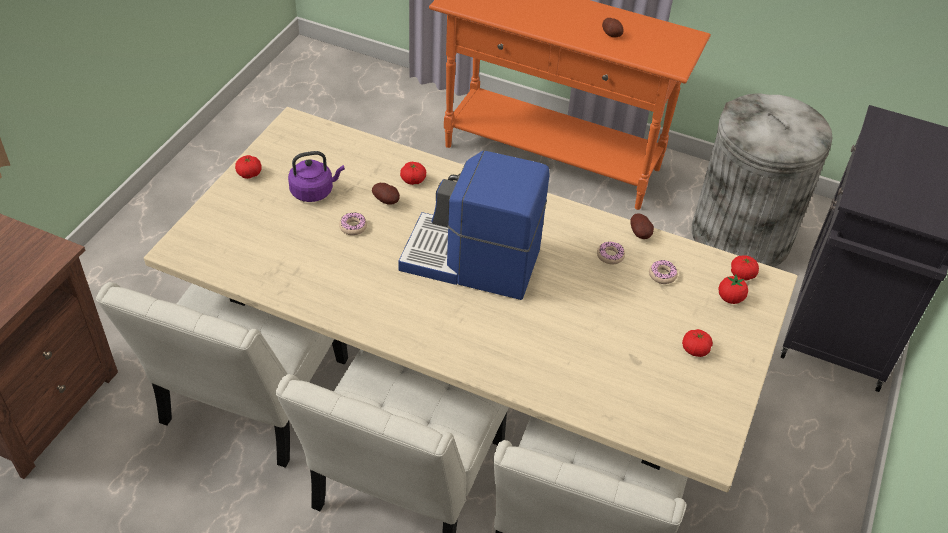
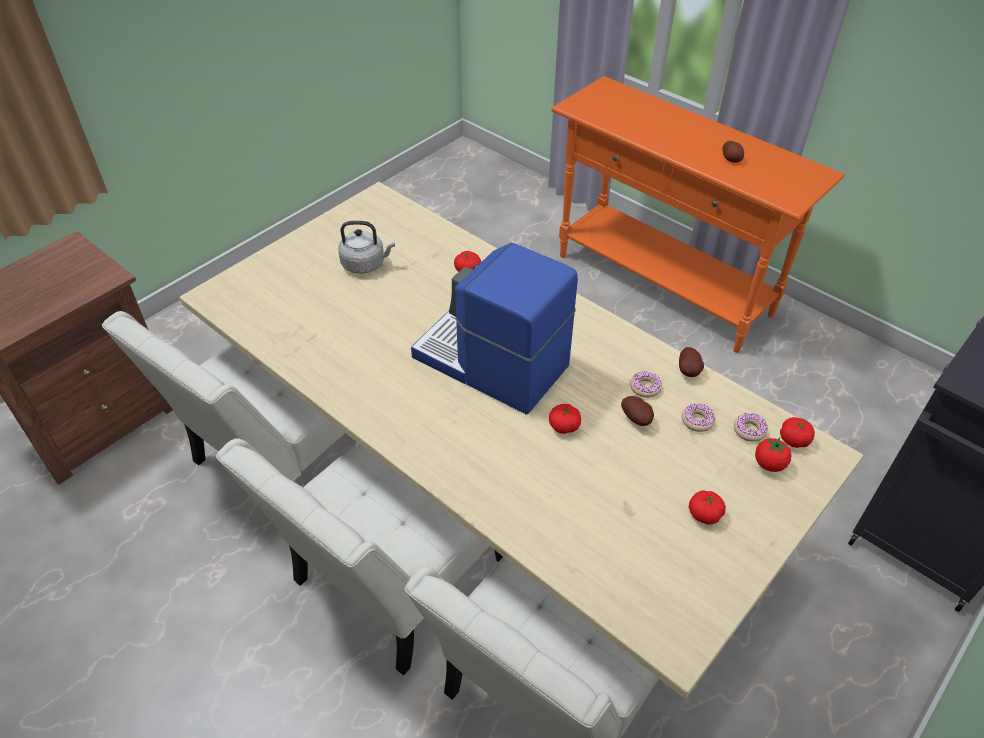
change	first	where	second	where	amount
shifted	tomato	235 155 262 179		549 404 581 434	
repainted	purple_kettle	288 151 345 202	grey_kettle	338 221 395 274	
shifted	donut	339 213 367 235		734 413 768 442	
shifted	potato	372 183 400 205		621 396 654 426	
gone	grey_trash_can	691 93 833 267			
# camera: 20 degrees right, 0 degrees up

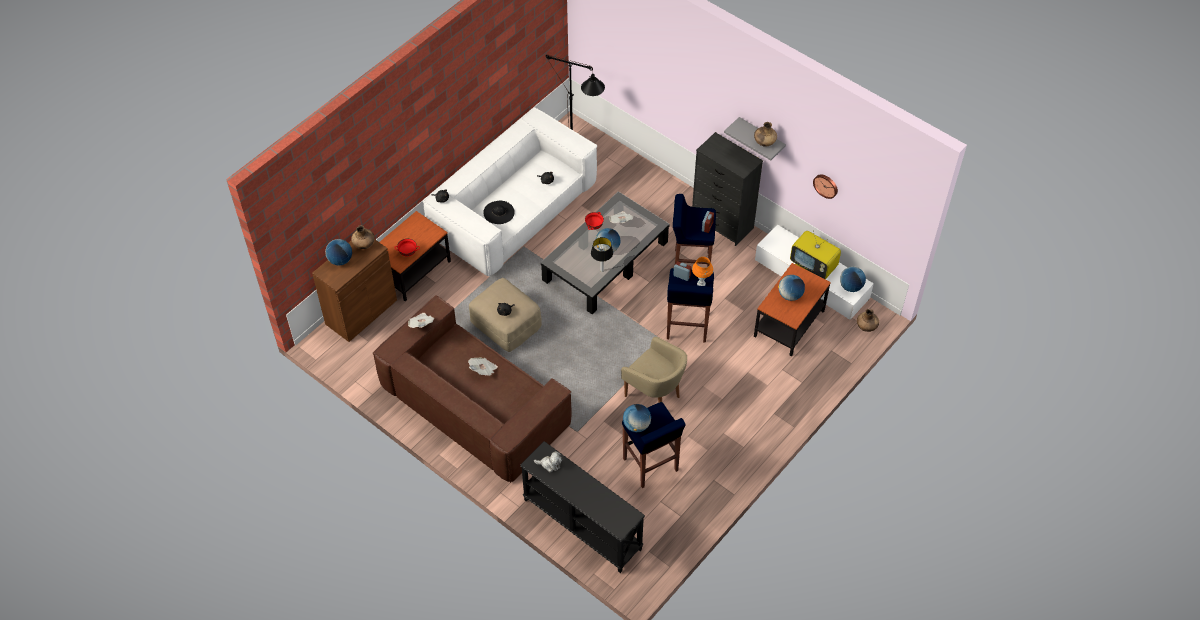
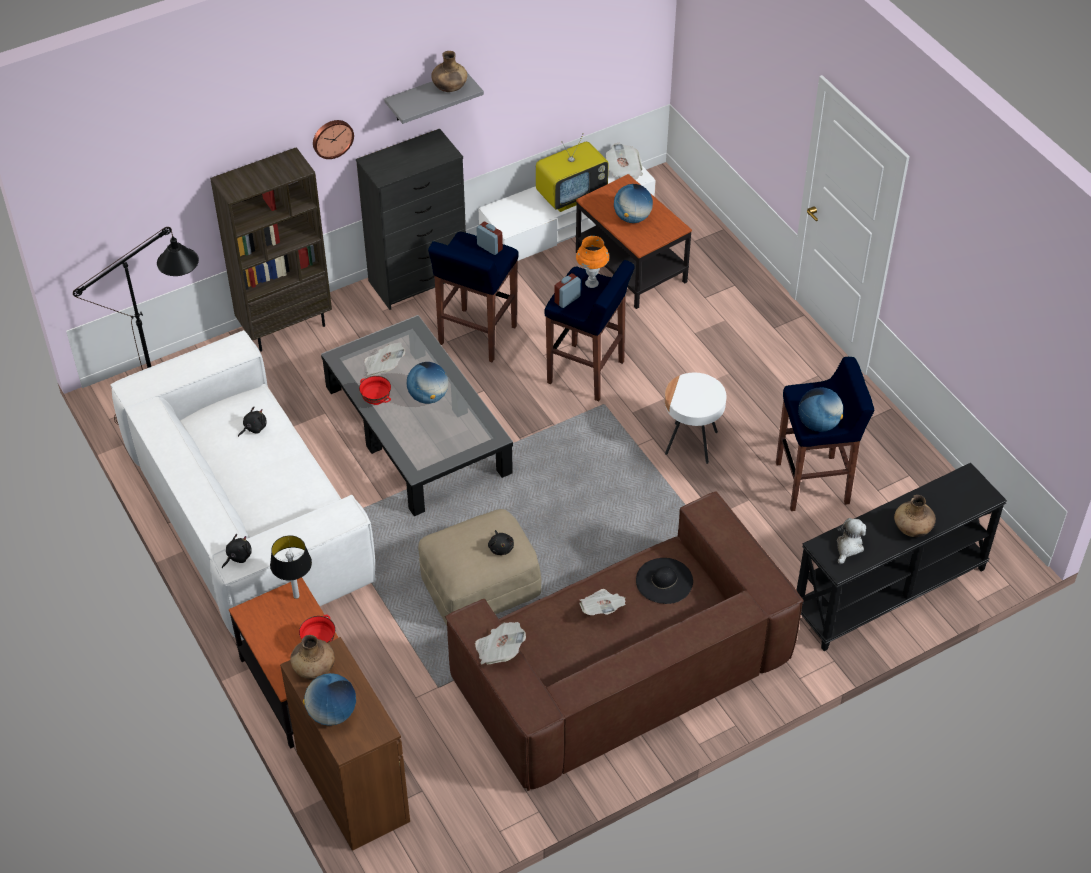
change	first	where	second	where	amount
shifted	black_hat	483 201 515 224		636 558 693 604	
shifted	table_lamp	591 237 613 272		270 535 312 599	
swapped	beige_armchair	621 337 687 403	white_side_table	665 373 727 464	
shifted	wall_clock	813 174 838 199		313 120 354 159	
swapped	globe	840 267 866 292	newspaper	606 143 643 180	
shifted	brown_vase	857 309 879 332		894 495 936 537	
new			brown_bookcase	210 147 332 352	
# camera: 70 degrees left, 5 degrees down

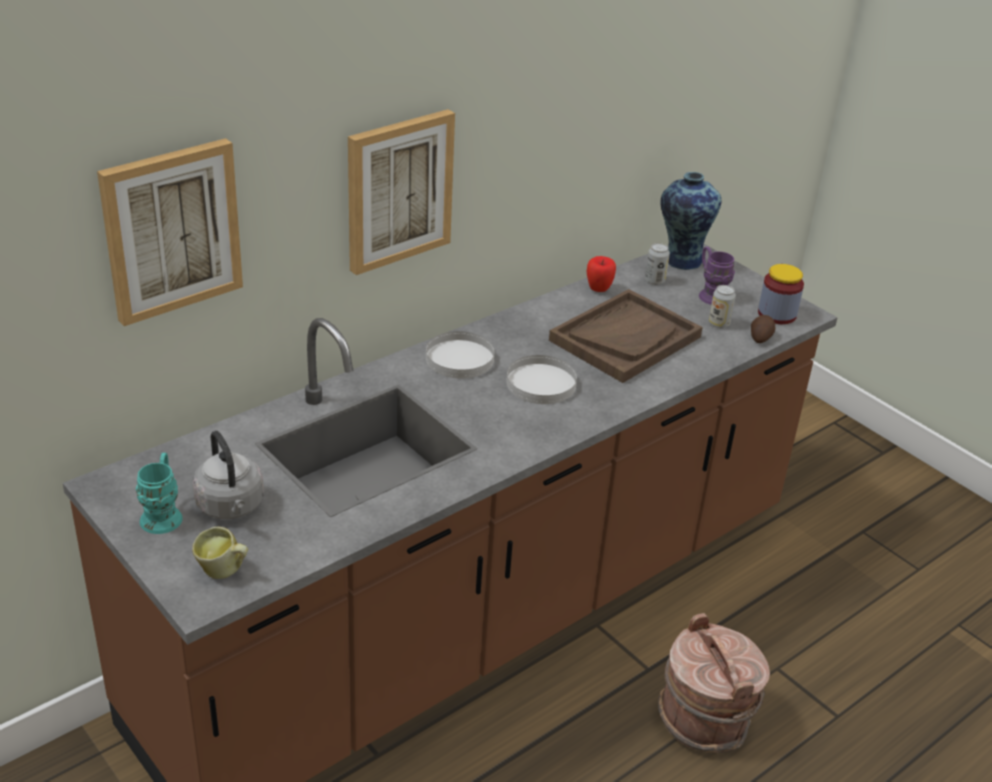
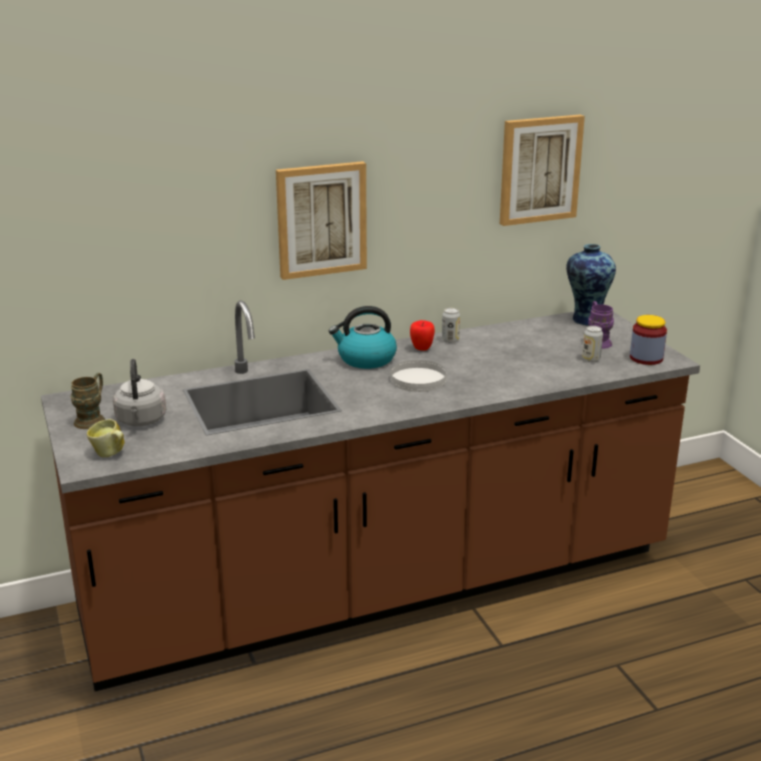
change	first	where	second	where	amount
shifted	picture	97 138 243 326		500 115 585 226	
repainted	turquoise_mug	136 453 183 534	brown_mug	70 373 105 429	
swapped	white_plate	426 331 494 379	kettle	329 306 397 369	
gone	brown_tray	549 289 703 383			
shifted	apple	587 256 616 292		410 320 435 351	
shifted	can	645 243 670 285		442 308 460 343	
gone	brown_bucket	658 613 770 753			
gone	potato	751 315 775 343			
# camera: 20 degrees right, 10 degrees down

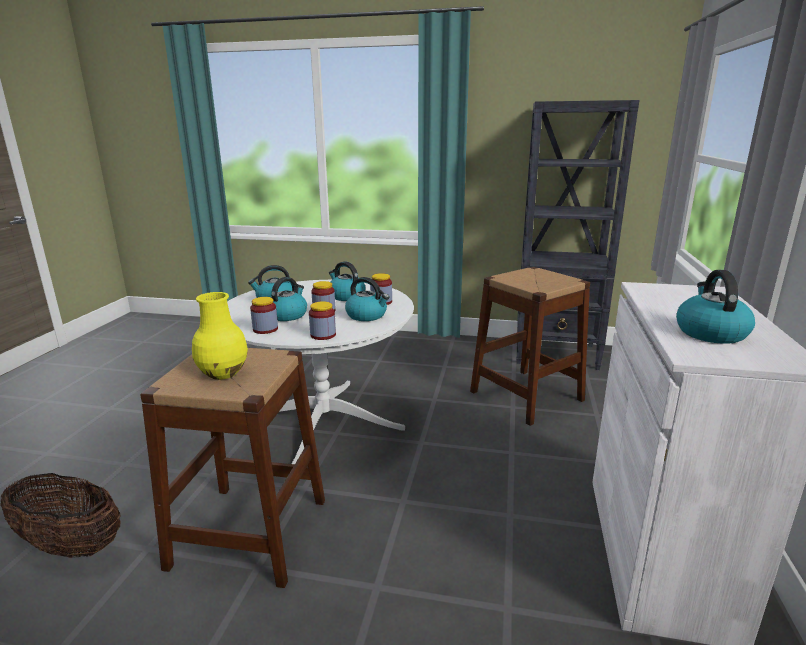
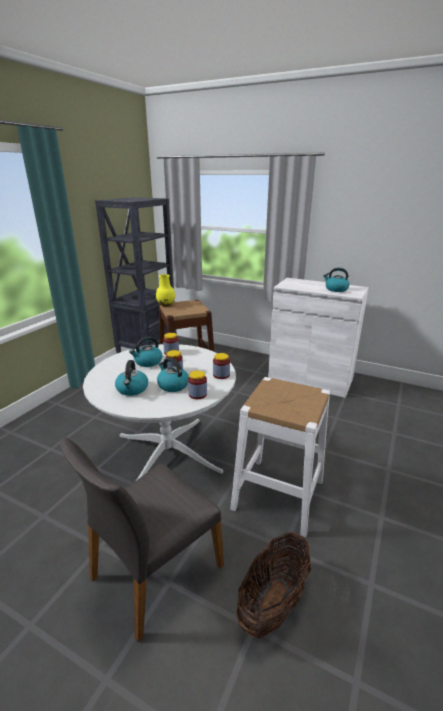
change	first	where	second	where	amount
repainted	brown_stool	140 348 325 588	white_stool	230 377 330 537	
shifted	yellow_vase	192 292 248 380		156 274 175 306	
gone	kettle	345 277 390 321			
new			grey_chair	61 437 224 642	
# camera: 75 degrees left, 5 degrees up

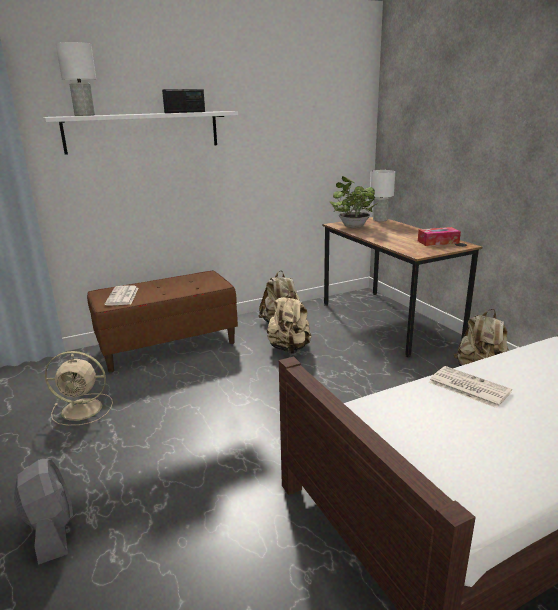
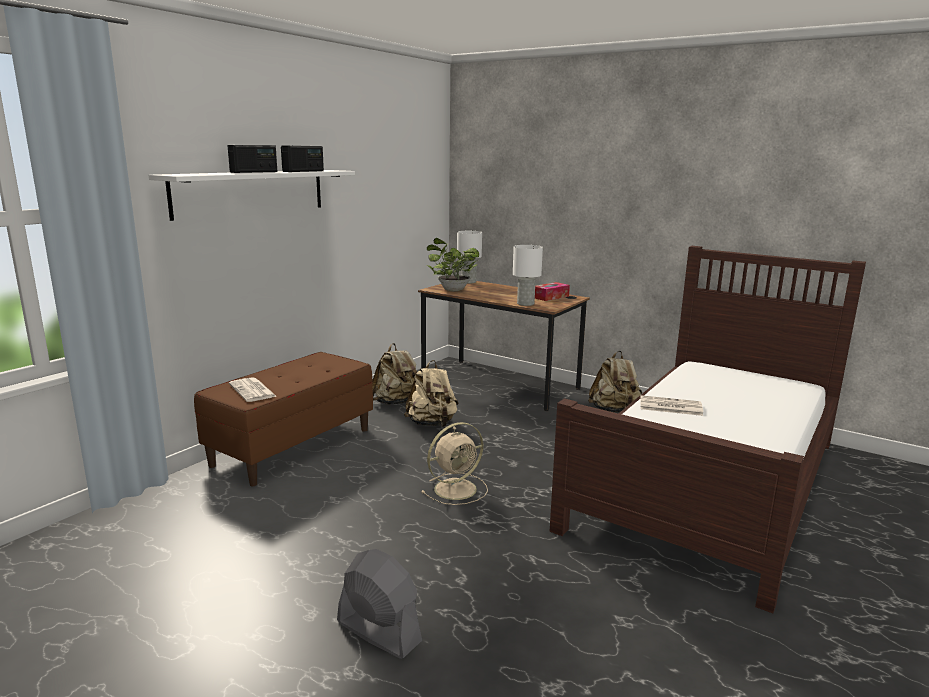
change	first	where	second	where	amount
shifted	beige_fan	45 351 113 426		421 422 488 505	
shifted	white_table_lamp	56 42 96 116		513 245 543 306	
new			radio	227 145 277 173	
# camera: 30 degrees left, 5 degrees down

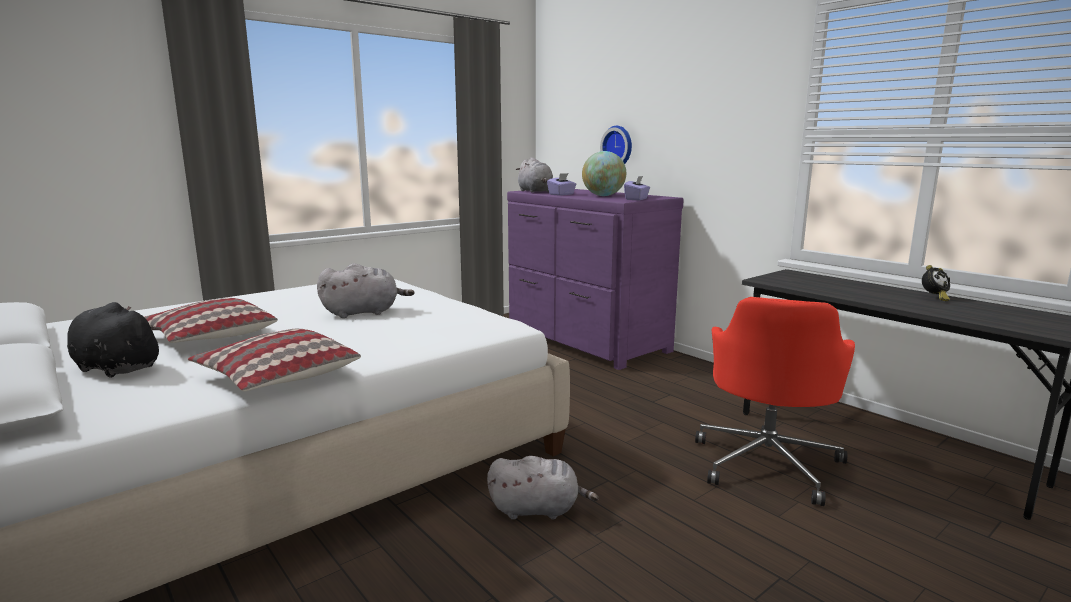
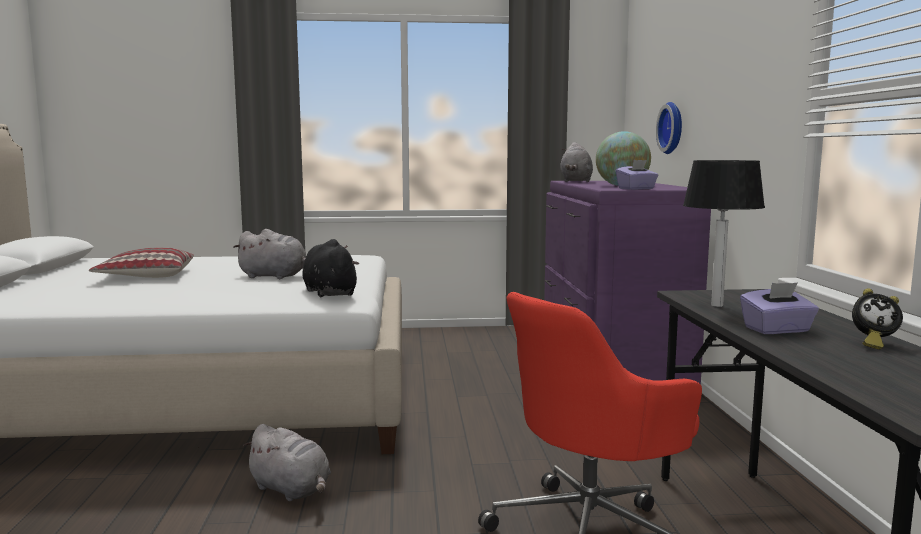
change	first	where	second	where	amount
shifted	black_plush_toy	67 302 162 378		302 239 359 297	
gone	pillow	188 329 361 391			
shifted	purple_tissue_box	547 173 576 196		740 282 819 334	
new			table_lamp	683 160 765 307	
# camera: 35 degrees right, 5 degrees down

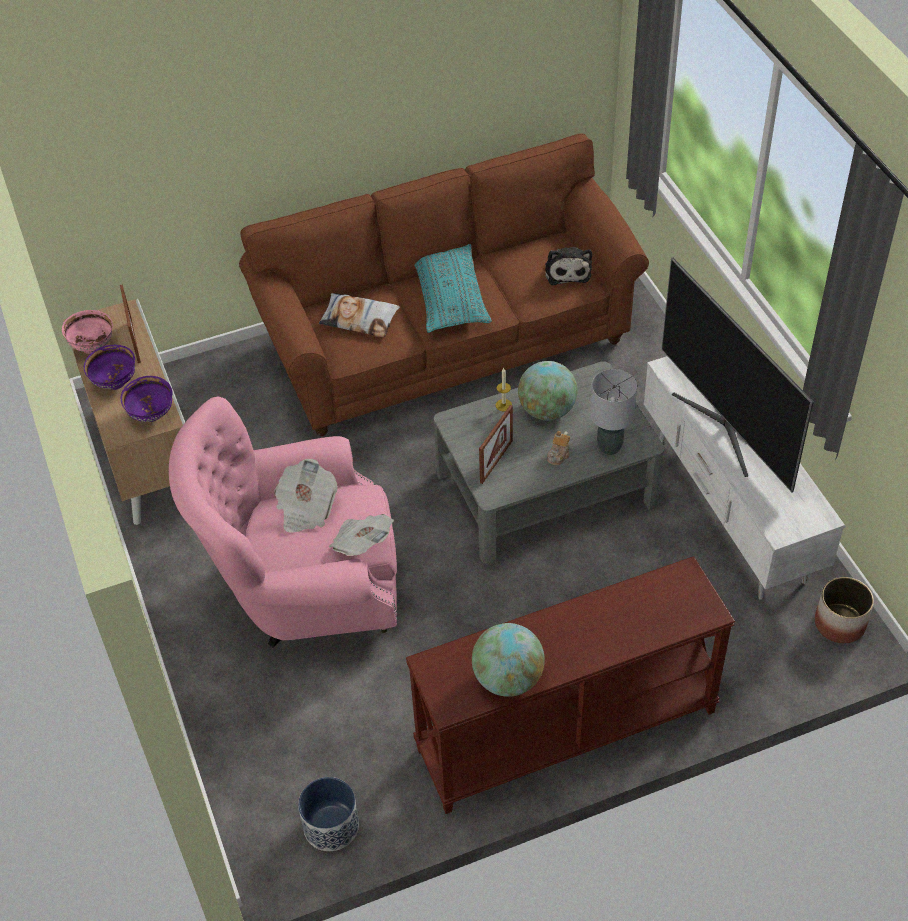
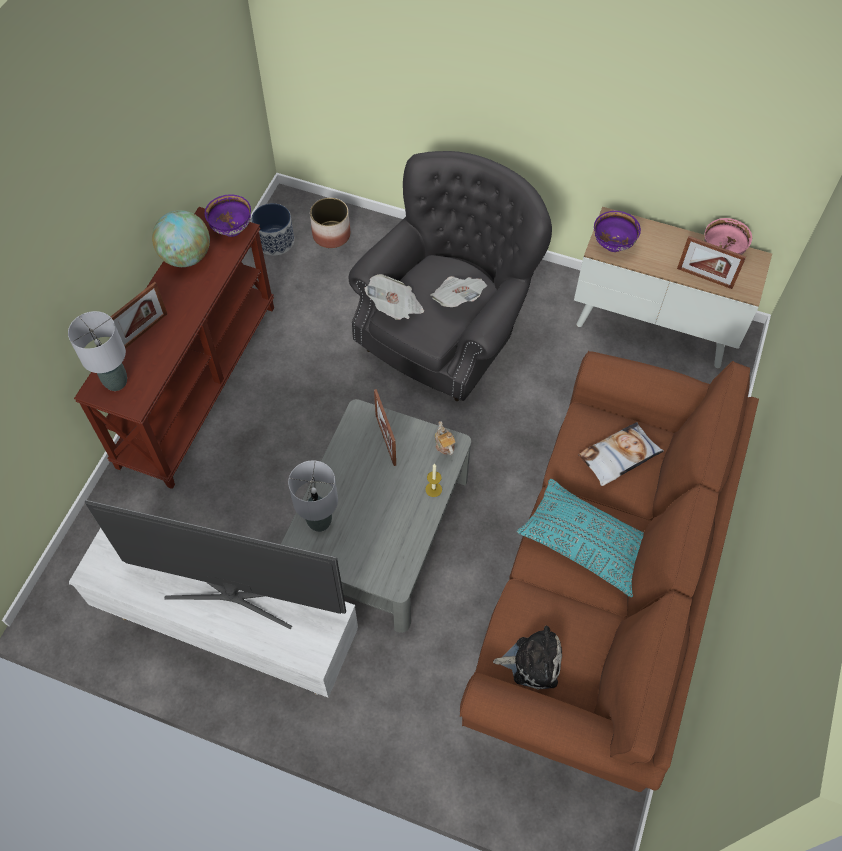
change	first	where	second	where	amount
shifted	purple_bowl	84 345 135 390		205 194 251 237	
repainted	pink_armchair	169 396 398 648	grey_armchair	348 151 552 401	
gone	globe	518 361 577 420			
rotated	plush_toy	545 247 592 285		493 626 562 689	150 degrees clockwise
shifted	teapot	547 431 570 465		435 421 456 455	
shifted	planter	815 577 874 643		310 198 350 248	
new			grey_table_lamp	68 311 127 391	
new			picture_frame	110 282 167 348	
# camera: 130 degrees right, 10 degrees up

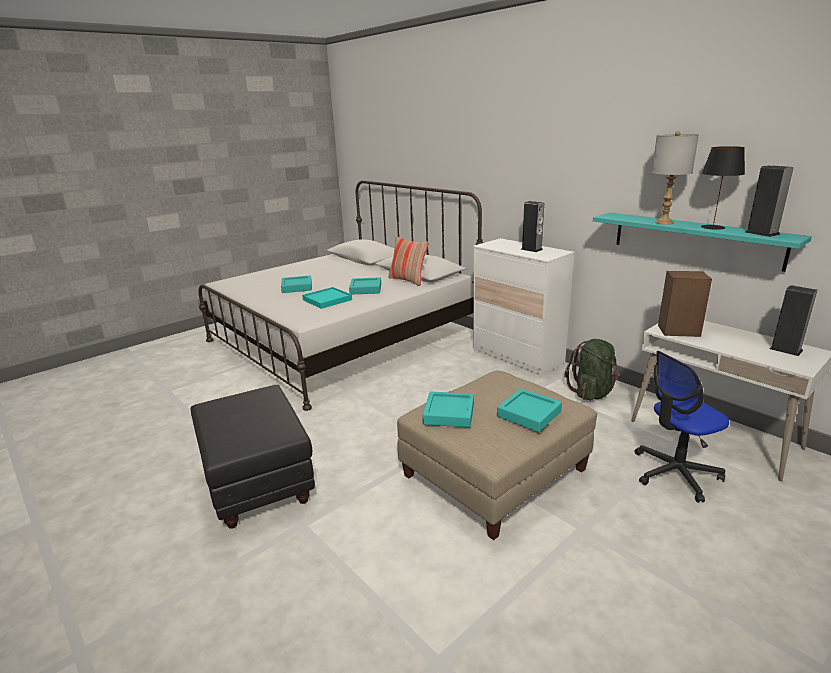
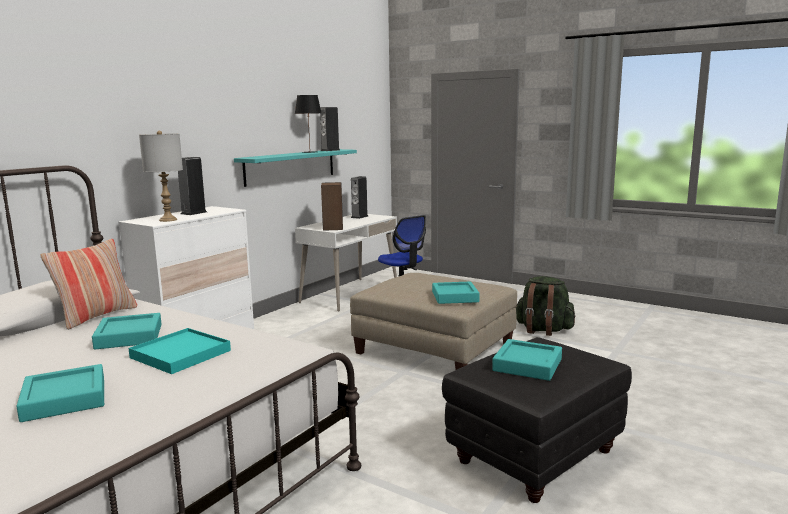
change	first	where	second	where	amount
shifted	turquoise_tray	497 389 562 432		492 339 562 381	
shifted	green_backpack	564 339 620 400		515 276 575 336	
shifted	grey_table_lamp	652 131 699 225		139 131 183 222	
# camera: 105 degrees left, 10 degrees down

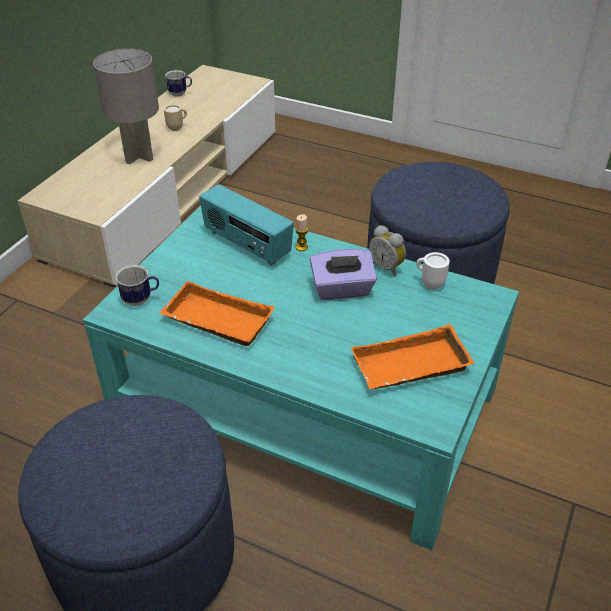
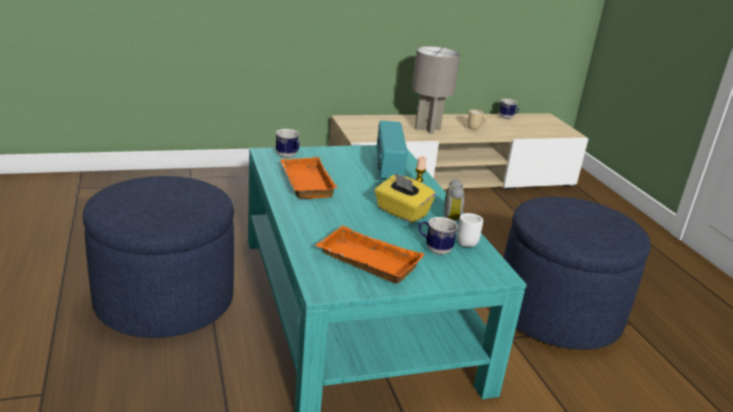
change	first	where	second	where	amount
repainted	purple_tissue_box	310 249 377 300	yellow_tissue_box	375 173 436 223	
new			mug	419 217 458 255	
# camera: 45 degrees right, 15 degrees down

